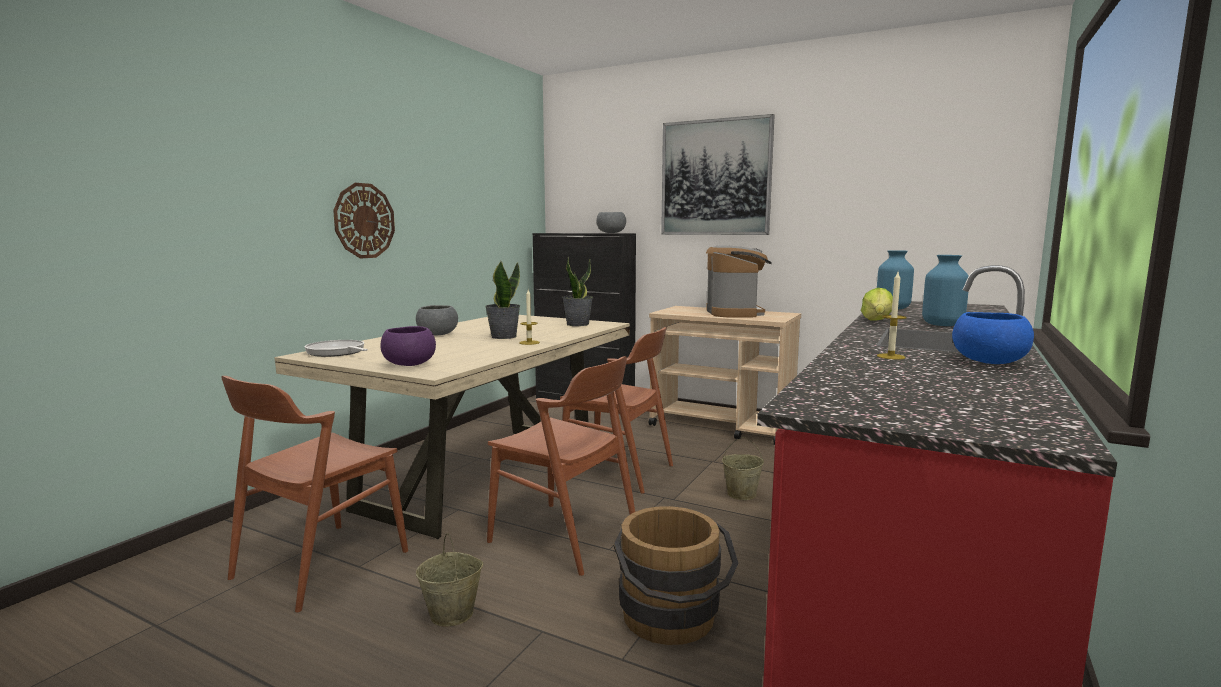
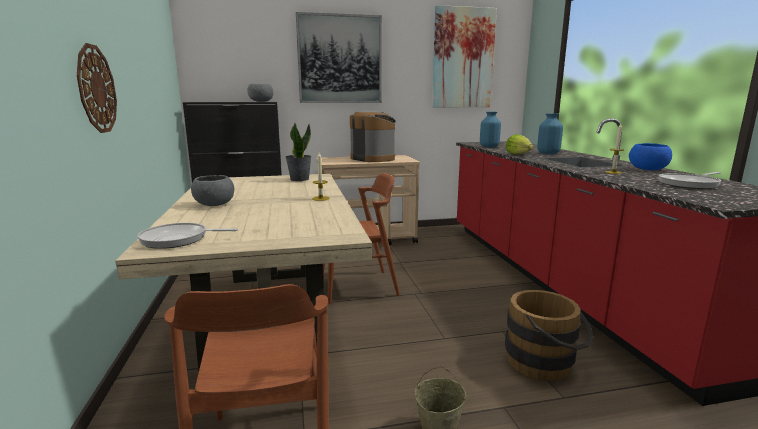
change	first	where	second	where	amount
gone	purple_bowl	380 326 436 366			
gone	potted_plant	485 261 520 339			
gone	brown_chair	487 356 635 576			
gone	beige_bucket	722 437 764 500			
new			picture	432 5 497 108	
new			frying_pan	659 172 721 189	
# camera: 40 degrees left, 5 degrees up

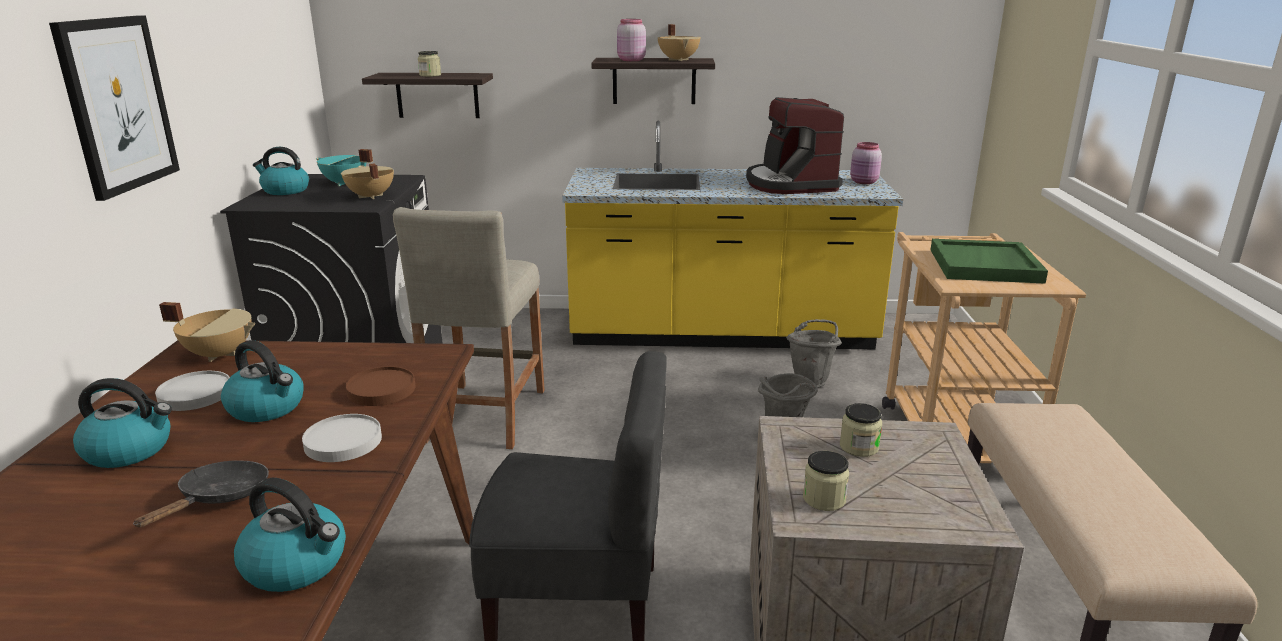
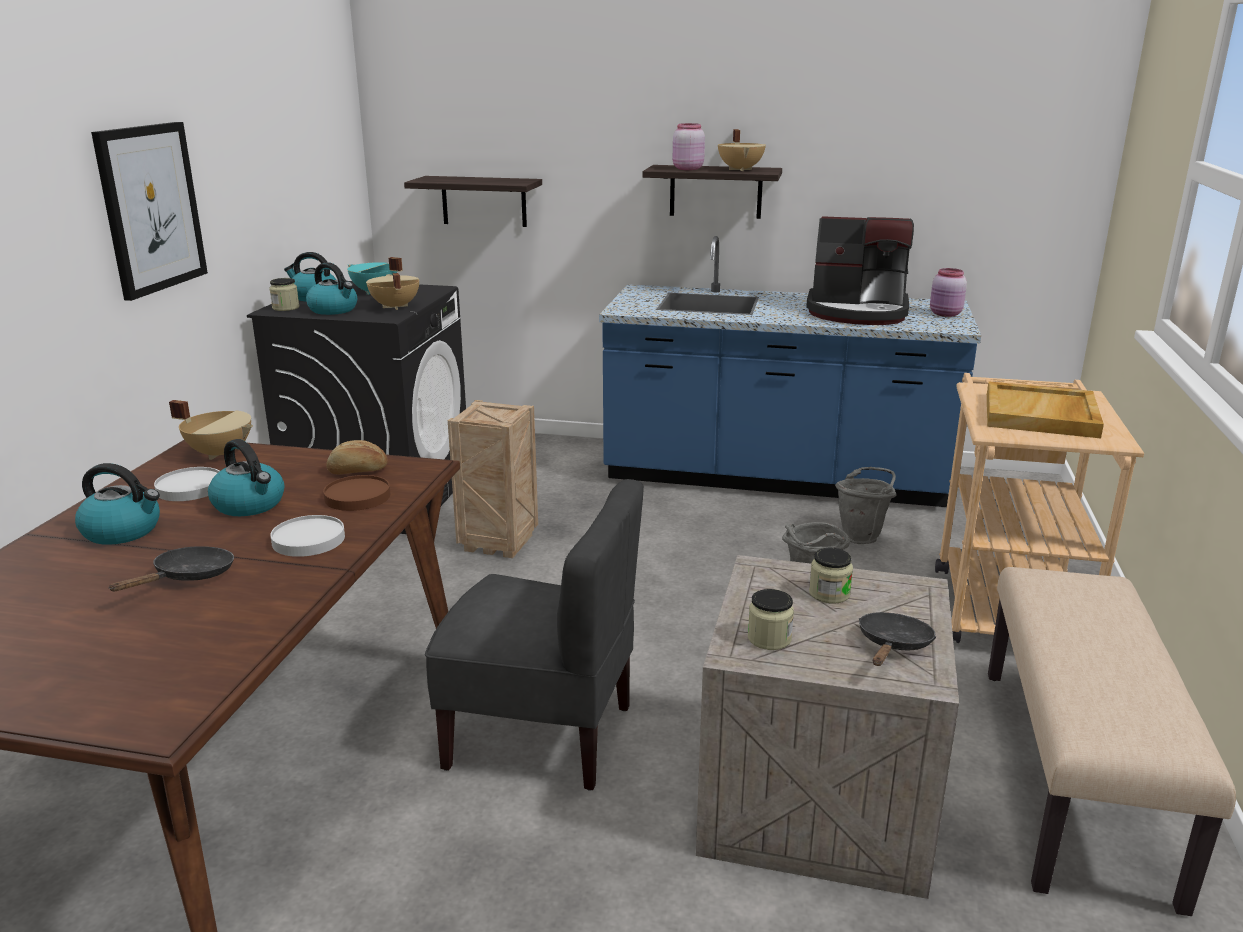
change	first	where	second	where	amount
shifted	kettle	234 478 346 592		306 262 357 315	
swapped	beige_stool	393 207 545 449	crate	448 400 538 558	
shifted	jar	418 51 441 77		269 278 299 311	
repainted	yellow_counter	562 121 903 349	blue_counter	599 236 981 507	
rotated	coffee_machine	746 97 844 194		806 216 914 325	75 degrees counterclockwise
repainted	green_tray	931 239 1048 284	beige_tray	987 382 1104 438	
new			bread	326 440 388 475	
new			black_frying_pan	859 612 936 666	
# camera: 10 degrees right, 0 degrees up

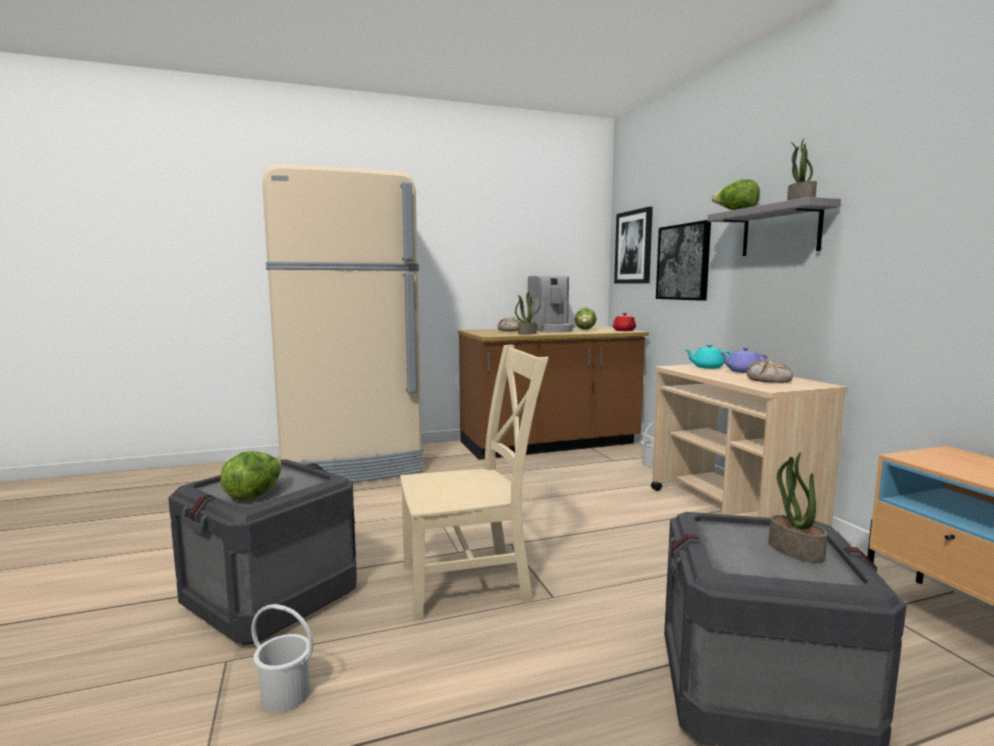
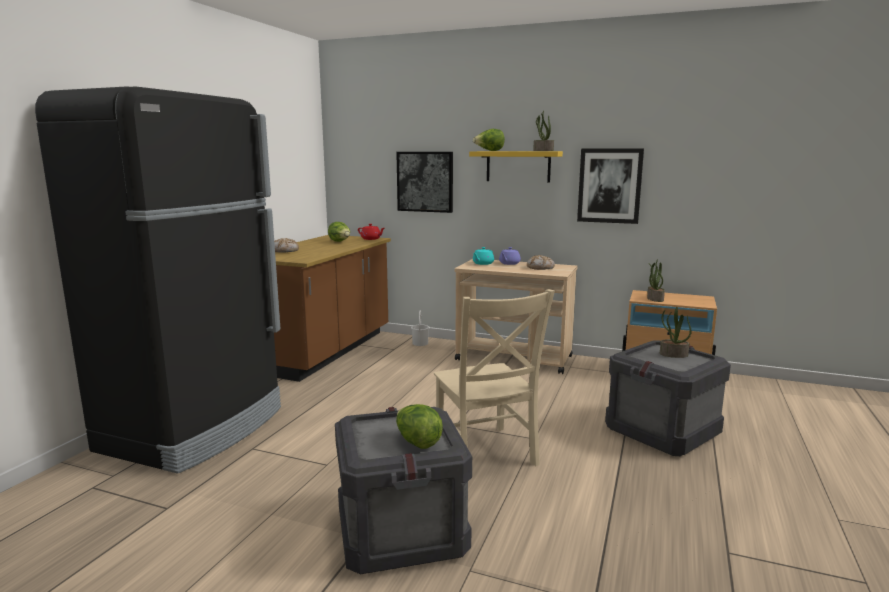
change	first	where	second	where	amount
gone	white_bucket	251 604 313 713			
repainted	beige_fridge	262 164 424 483	black_fridge	35 86 281 474	
rotated	beige_chair	400 345 548 620		434 289 555 466	135 degrees clockwise
shifted	potted_plant	515 292 541 335		647 259 665 302	
gone	coffee_machine	527 276 574 332			
shifted	picture	614 207 653 284		577 148 644 224	
repainted	grey_shelf	707 197 841 256	yellow_shelf	469 151 563 182	
# camera: 50 degrees left, 5 degrees up

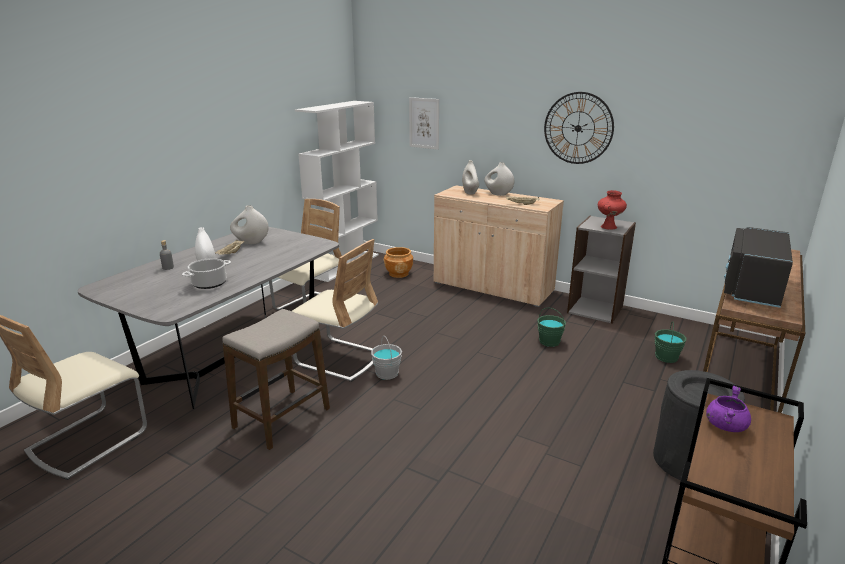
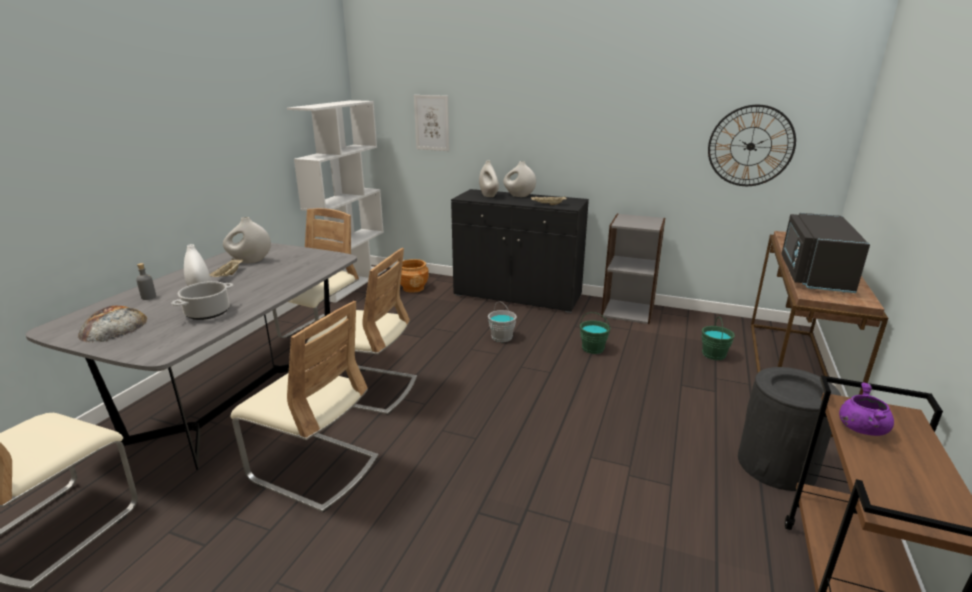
change	first	where	second	where	amount
swapped	stool	222 309 330 450	beige_chair	231 301 379 512	
shifted	grey_bucket	371 336 402 380		488 301 517 342	
repainted	beige_cabinet	434 185 564 307	black_cabinet	451 189 589 313	
shifted	wall_clock	544 92 614 164		708 105 796 186	
gone	red_vase	598 190 627 230			
new			bread	78 306 147 343	
# camera: 10 degrees left, 0 degrees up

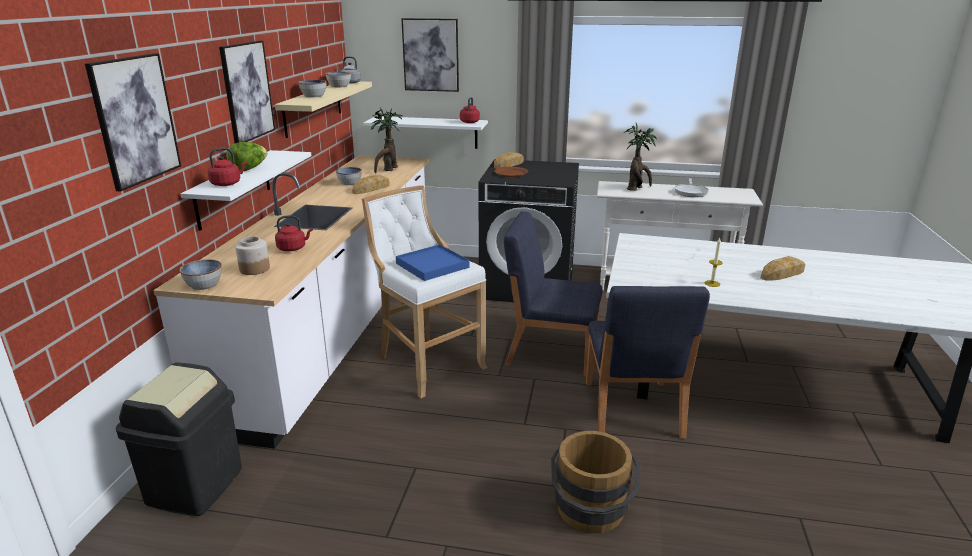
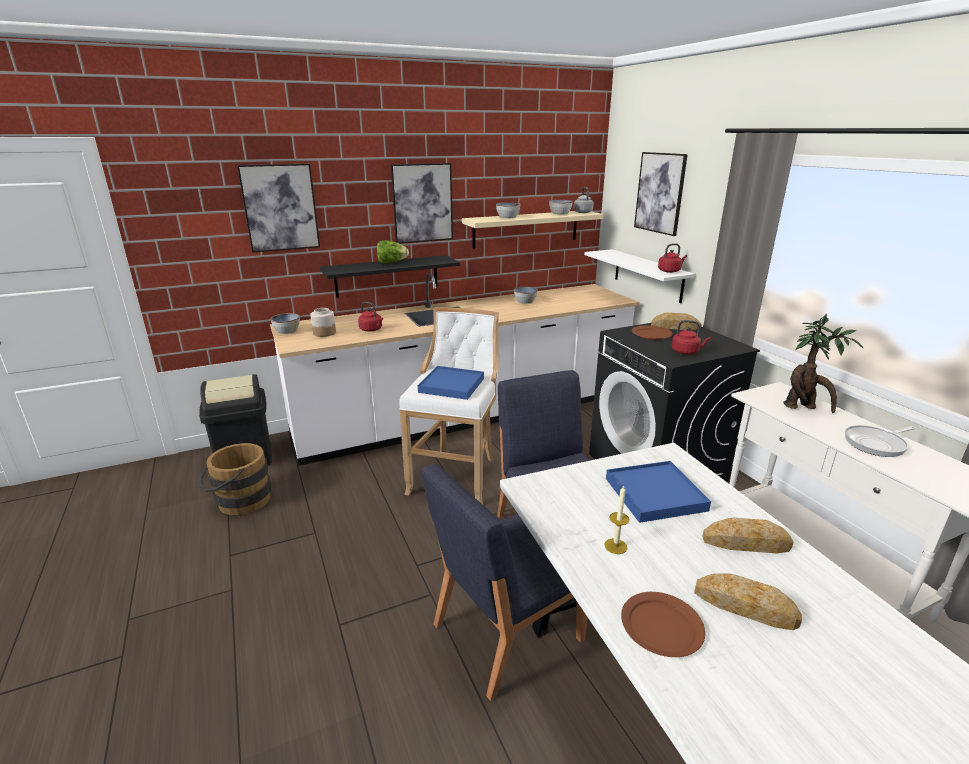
change	first	where	second	where	amount
repainted	white_shelf	181 150 311 231	black_shelf	320 255 460 298	
shifted	red_kettle	207 148 247 186		672 320 711 354	
shifted	bread	352 174 390 194		702 518 794 553	
gone	potted_plant	371 107 403 173			
shifted	brown_bucket	551 431 641 533		199 443 271 515	
new			blue_tray	606 461 711 523	
new			brown_plate	621 592 705 657	
# camera: 55 degrees right, 0 degrees up

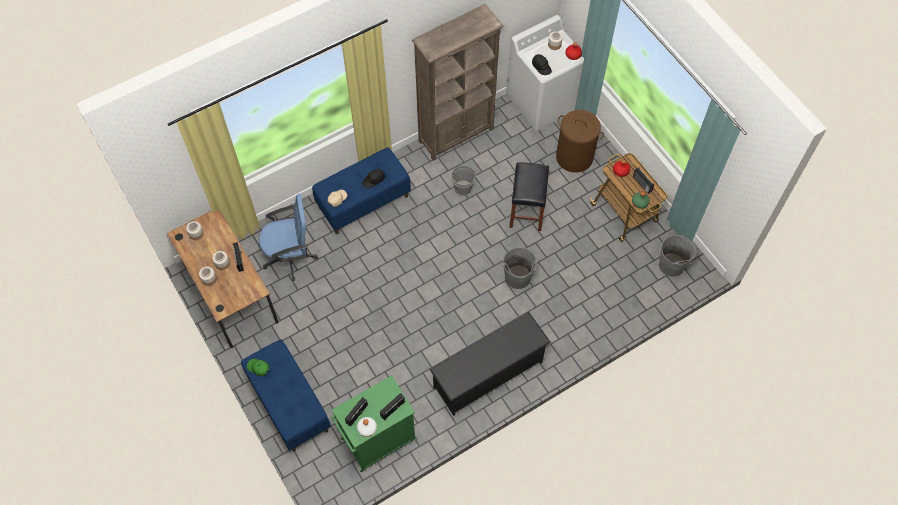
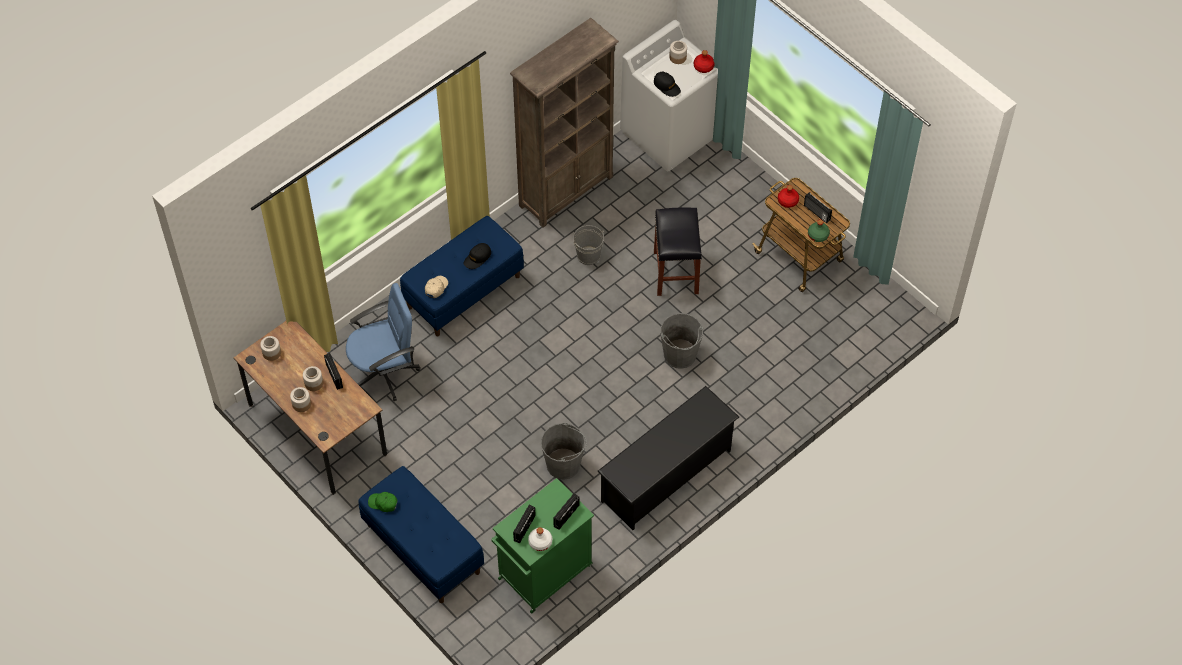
change	first	where	second	where	amount
gone	brown_laundry_basket	556 110 604 173			
shifted	grey_bucket	659 235 697 277		541 423 587 480	
# camera: 10 degrees left, 5 degrees down

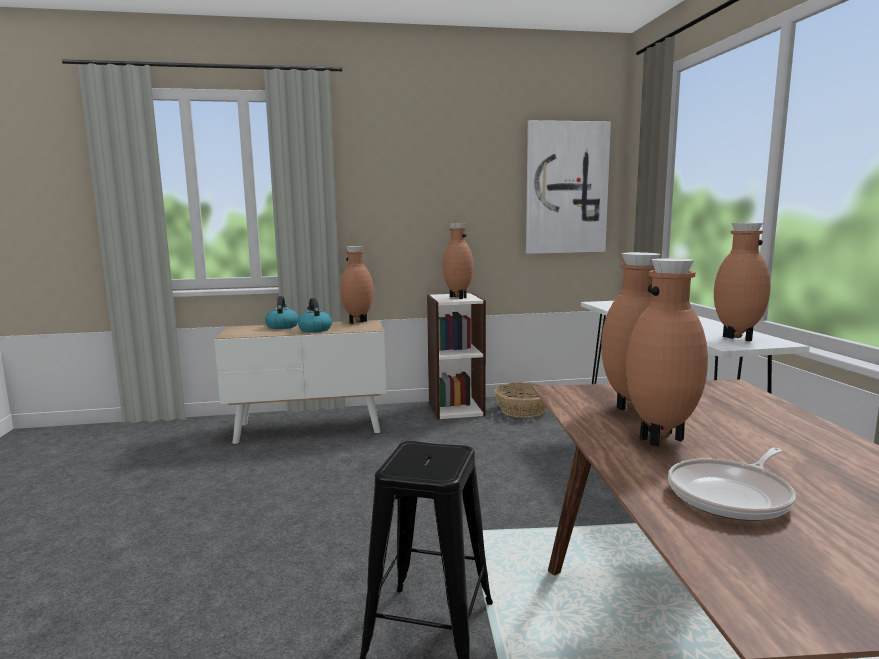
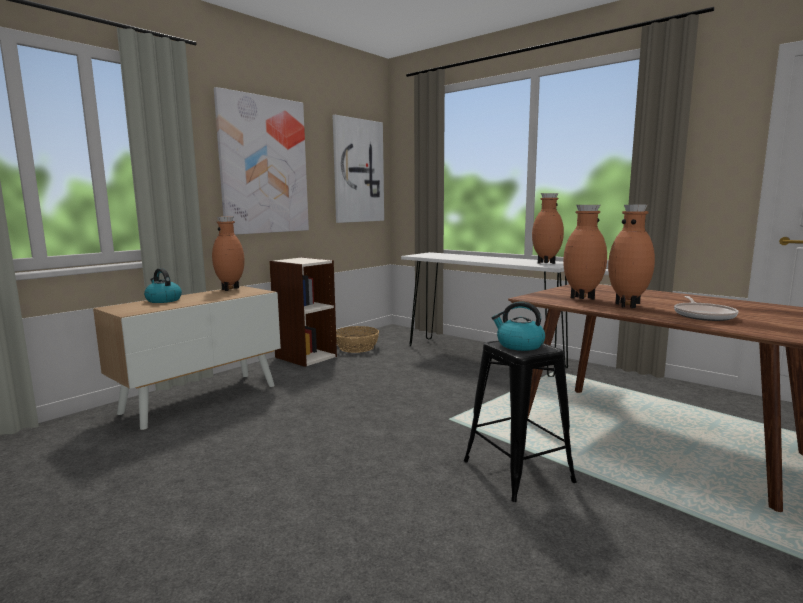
change	first	where	second	where	amount
shifted	kettle	298 298 332 332		492 302 545 351	
gone	brown_vase	442 223 473 299			
new			picture	214 87 309 235	
# camera: 40 degrees left, 0 degrees up

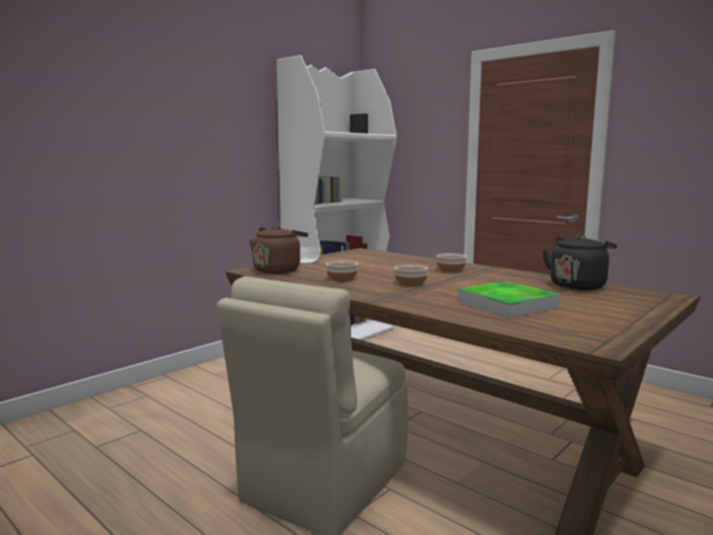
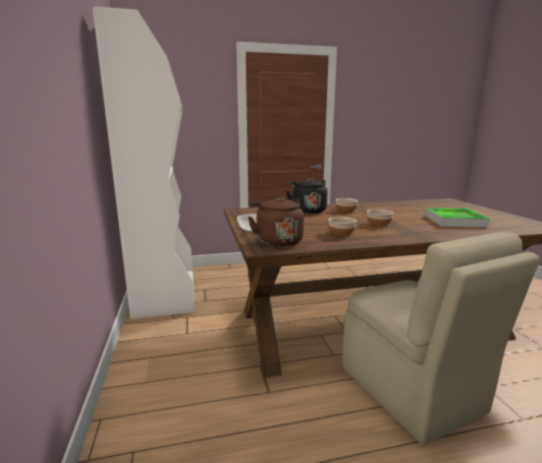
change	first	where	second	where	amount
shifted	black_kettle	543 235 617 291		286 178 327 214	
# camera: 55 degrees left, 5 degrees up

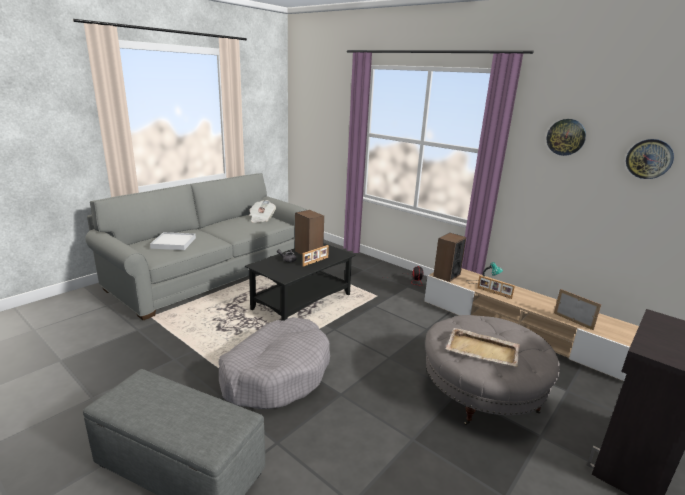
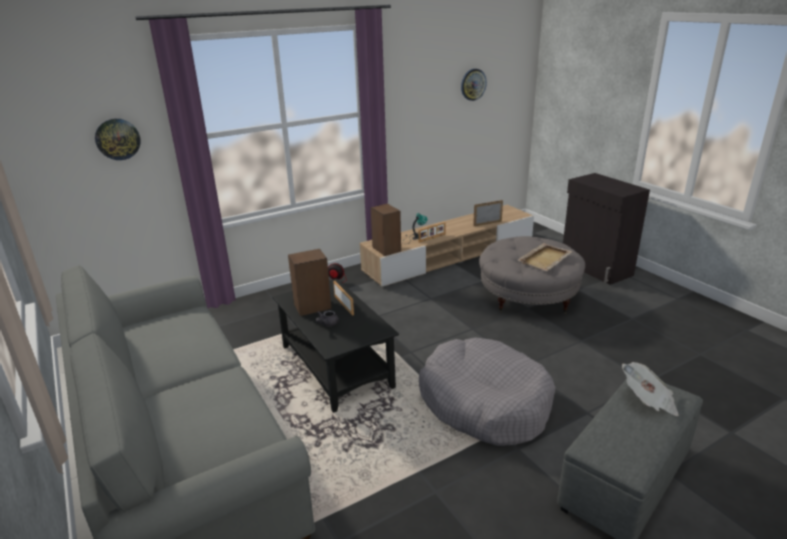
change	first	where	second	where	amount
gone	white_tray	150 232 196 250			
shifted	newspaper	249 200 276 223		622 362 679 416	
shifted	wall_clock	547 119 586 156		95 118 141 160	
# camera: 70 degrees left, 5 degrees up

